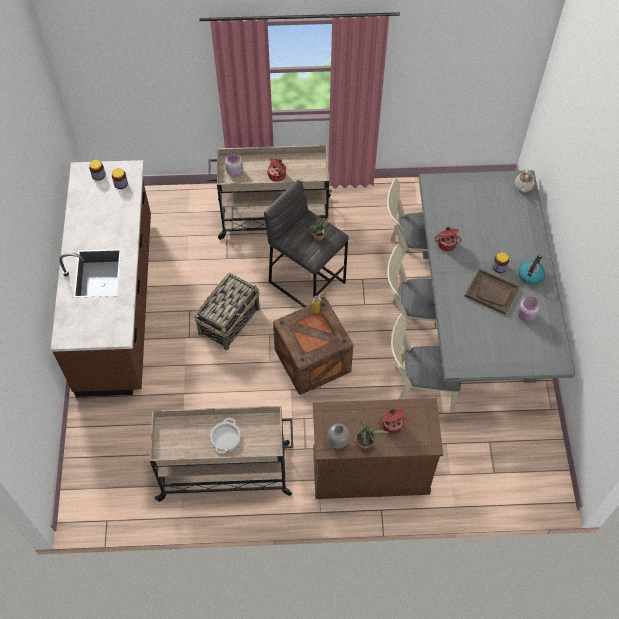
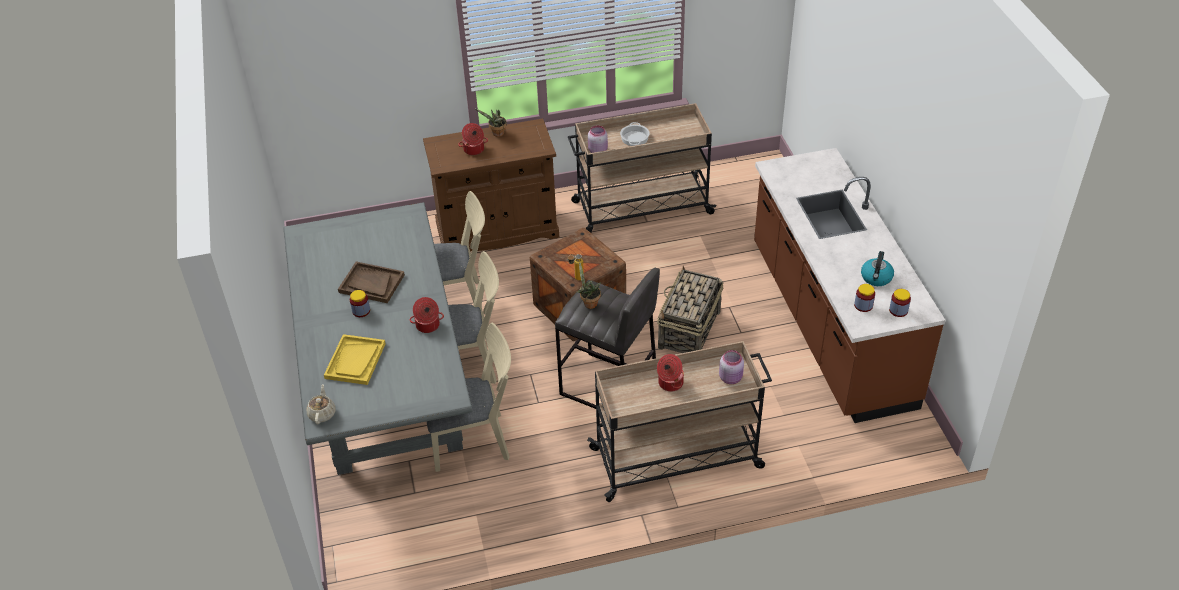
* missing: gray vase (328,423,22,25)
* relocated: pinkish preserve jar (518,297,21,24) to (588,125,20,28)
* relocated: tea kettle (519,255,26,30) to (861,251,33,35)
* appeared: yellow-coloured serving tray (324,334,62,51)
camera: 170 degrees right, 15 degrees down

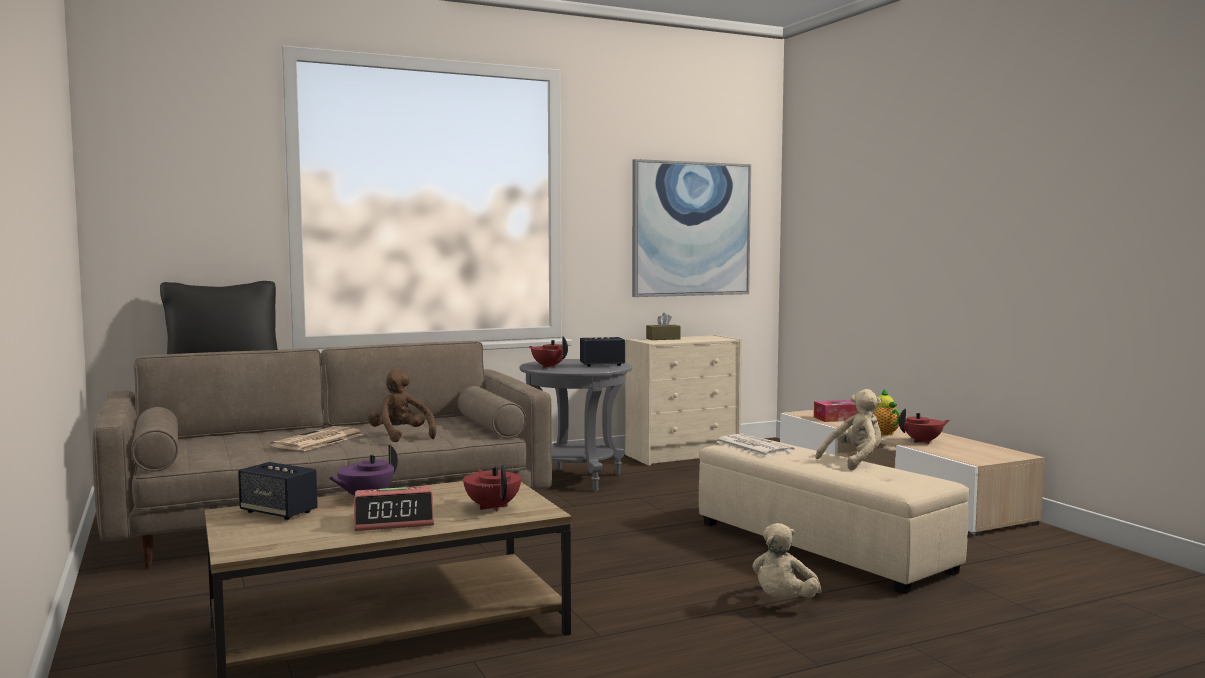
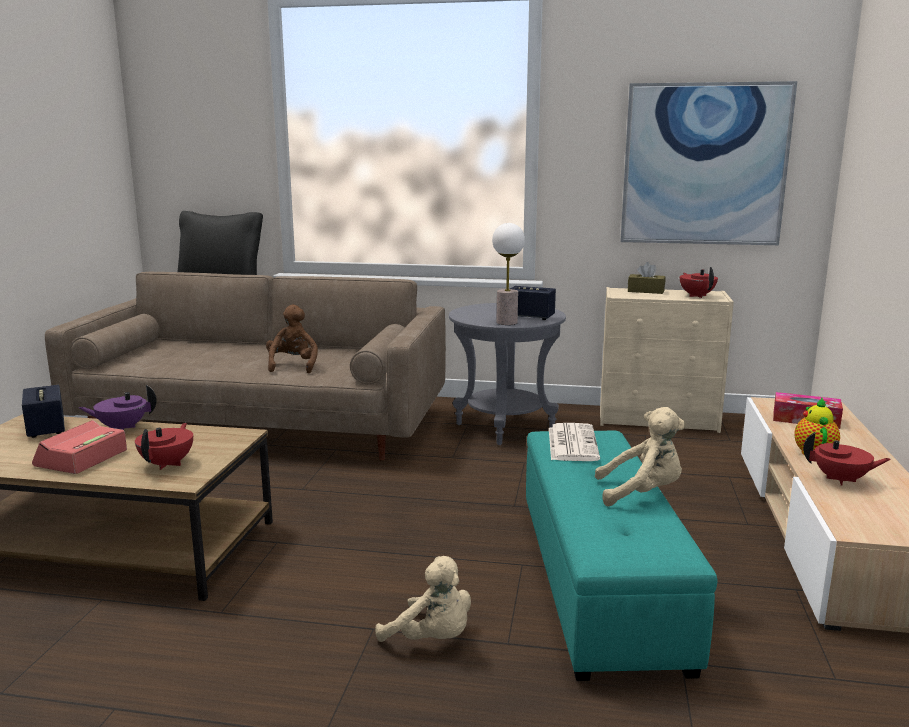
* missing: newspaper (270,426,93,25)
* spun: table clock (354,486,80,45) = (32,420,95,54) 90 degrees clockwise
* relocated: red pot for tea (529,336,39,32) to (680,267,38,31)
* colour: sand-coloured pouffe (699,438,270,156) to turquoise pouffe (526,431,191,250)
* spun: sand-coloured cuddly toy (752,523,70,75) = (375,556,96,86) 120 degrees counterclockwise
* appeared: lamp for a table (492,223,33,102)
camera: 35 degrees right, 10 degrees up

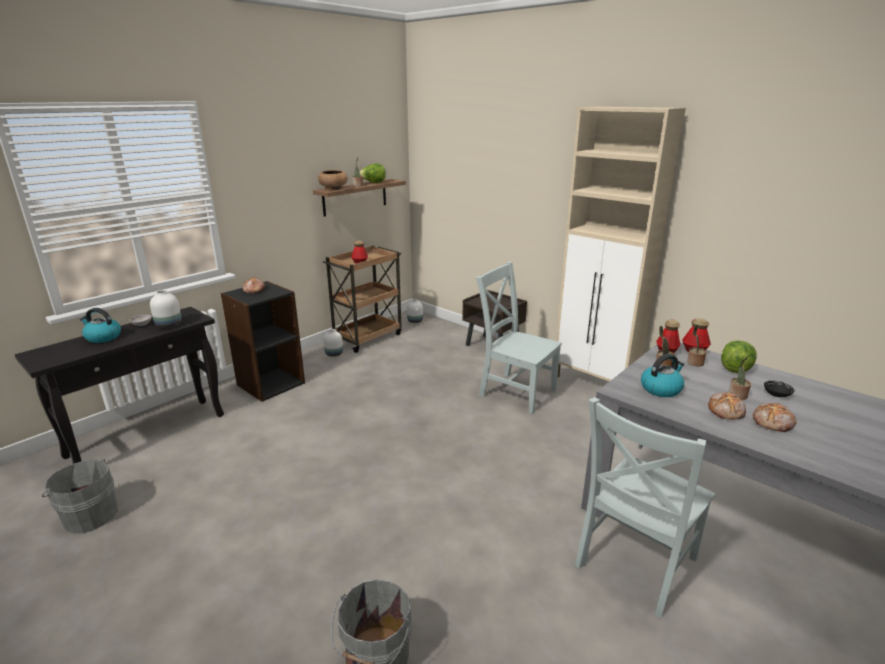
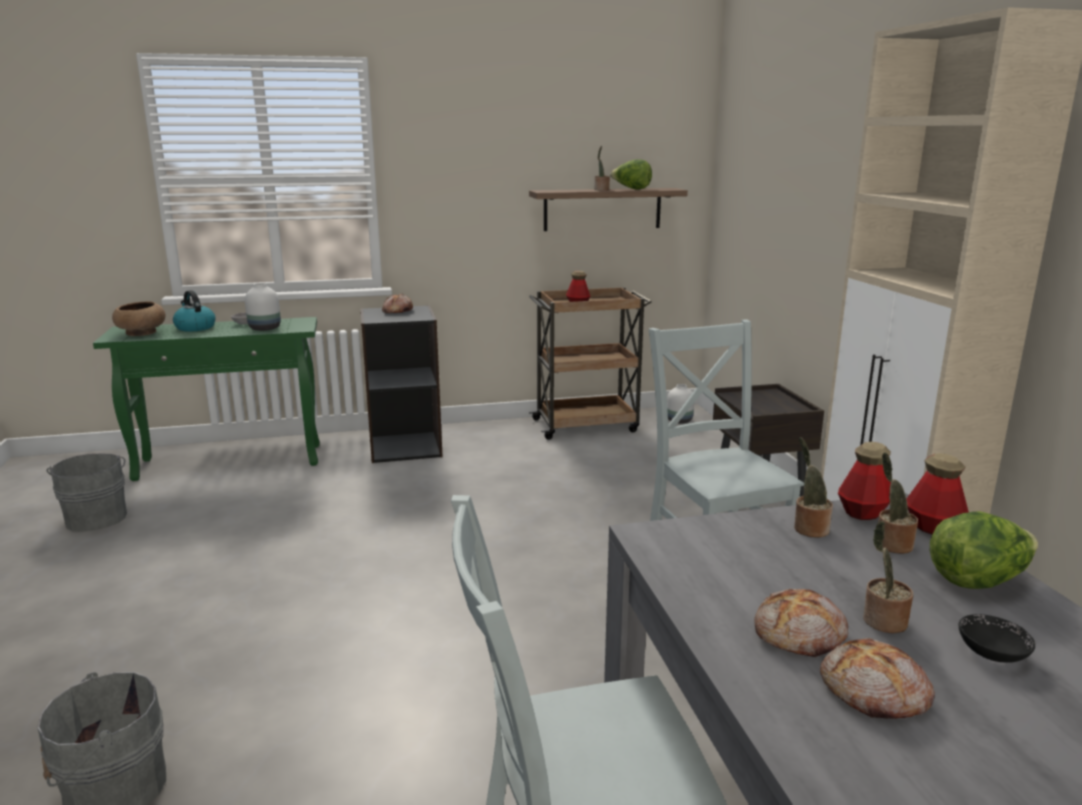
* colour: black hall table (14,307,210,157) to green hall table (93,317,227,164)
* relocated: brown-coloured deep dish (318,170,30,20) to (112,301,53,35)
* missing: white-coloured vase (323,329,20,28)
* missing: tea kettle (641,354,43,43)
camera: 35 degrees right, 5 degrees down

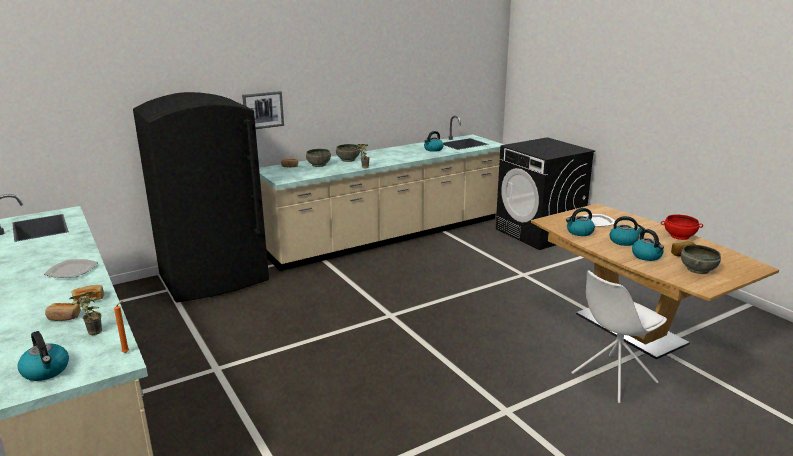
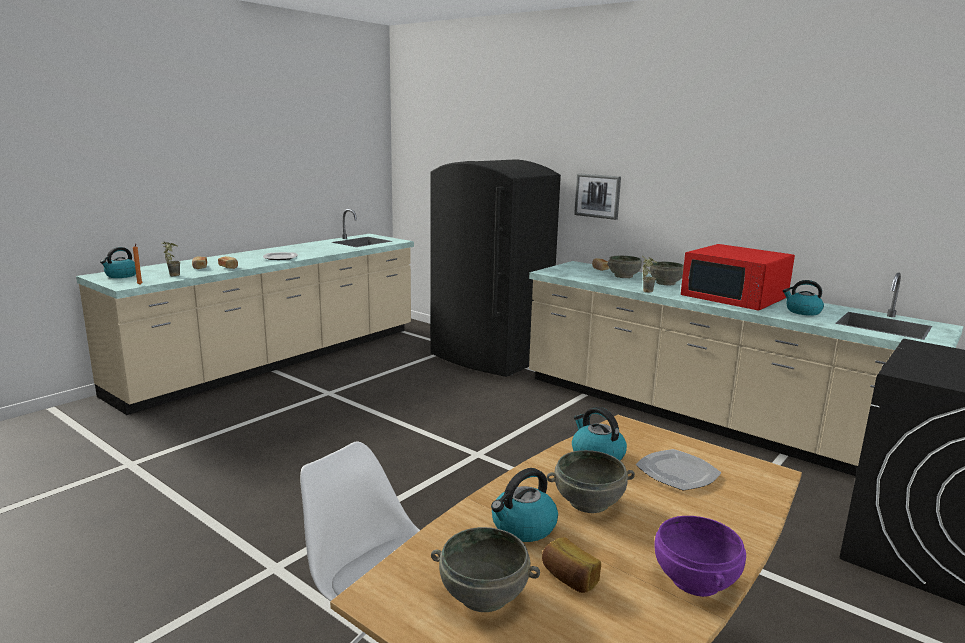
* exchanged: tea kettle (609,216,36,30) to gray deep dish (547,450,88,63)
* colour: red deep dish (661,215,42,25) to purple-coloured deep dish (654,516,92,81)
* appeared: red microwave (681,244,114,67)
camera: 70 degrees right, 5 degrees down

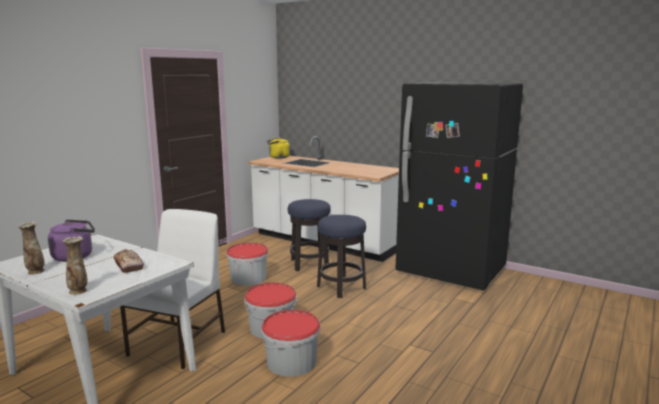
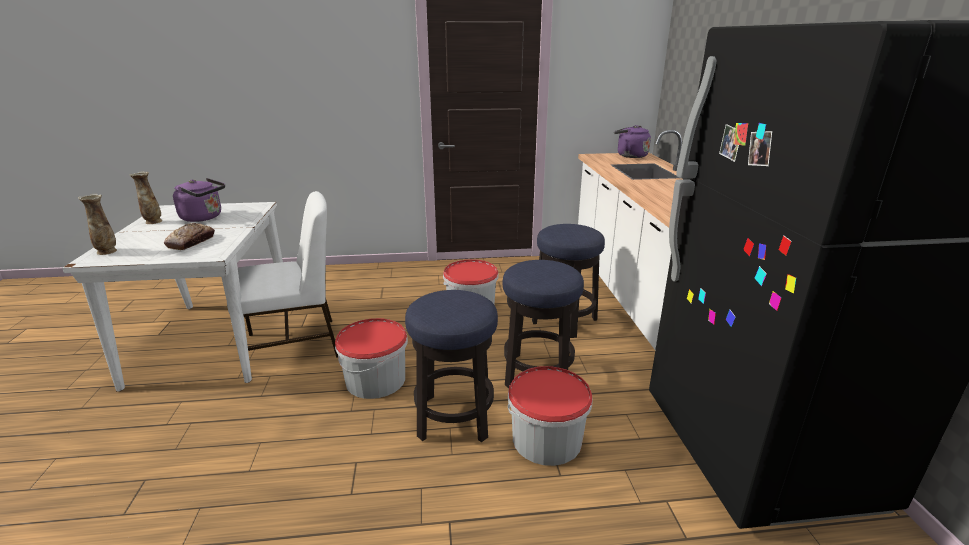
* relocated: water bucket (262,310,58,67) to (508,366,84,100)
* colour: yellow-coloured tea kettle (267,138,23,21) to purple-coloured tea kettle (614,125,37,33)
* appeared: stool (405,290,93,152)
camera: 50 degrees right, 10 degrees up

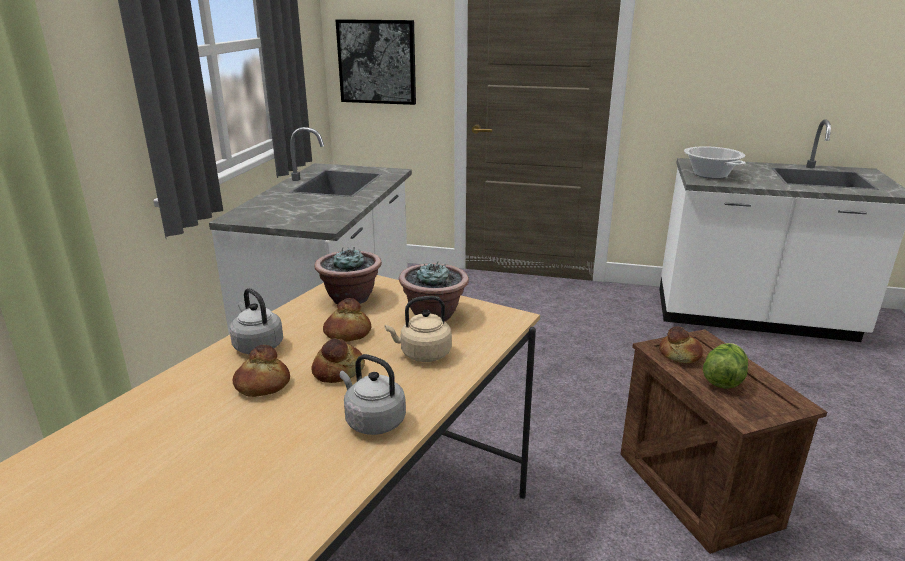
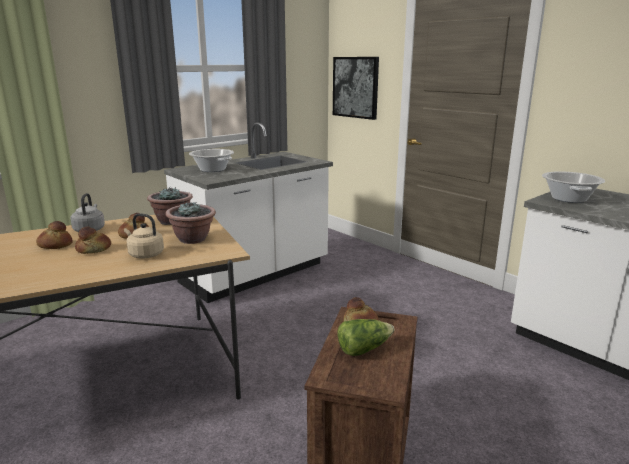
* missing: gray tea kettle (339,354,67,81)
* appeared: stockpot (189,149,45,23)
camera: 35 degrees right, 5 degrees down

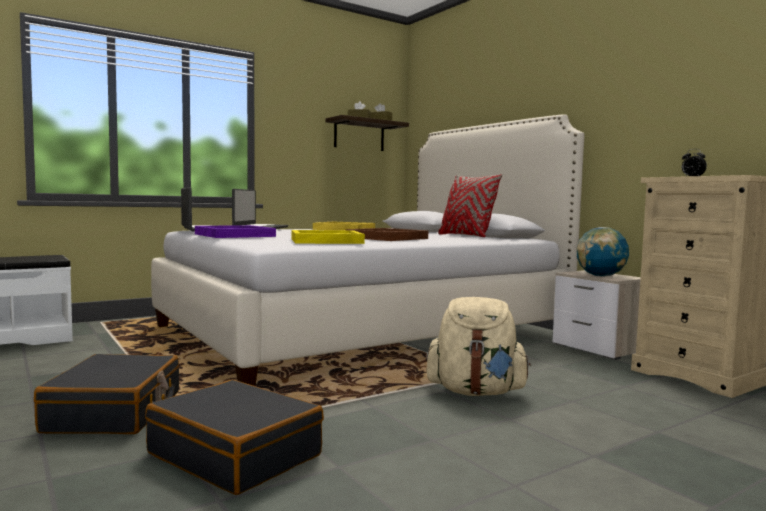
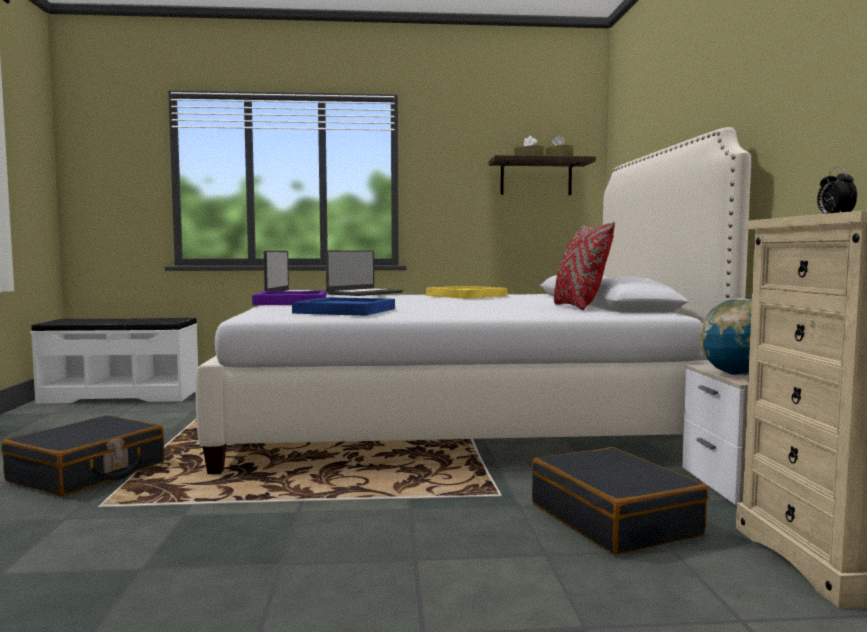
* relocated: black suitcase (145,380,179,115) to (532,447,177,107)
* colour: yellow-coloured serving tray (291,230,74,14) to bluish serving tray (292,297,103,19)
* missing: brown-coloured serving tray (345,228,83,13)
* missing: sand-coloured backpack (426,297,105,99)
camera: 30 degrees right, 0 degrees up

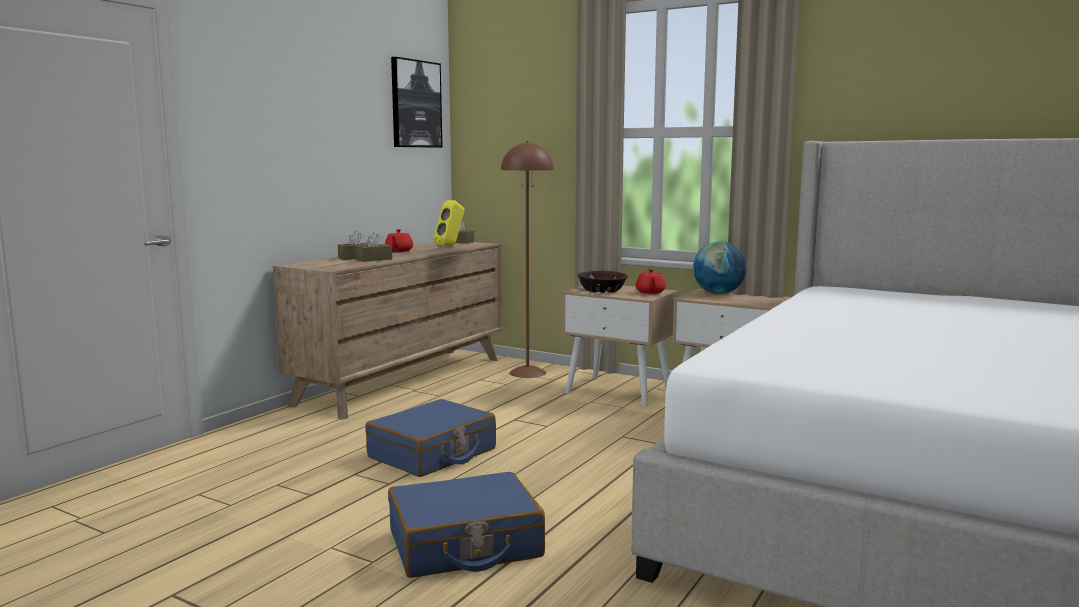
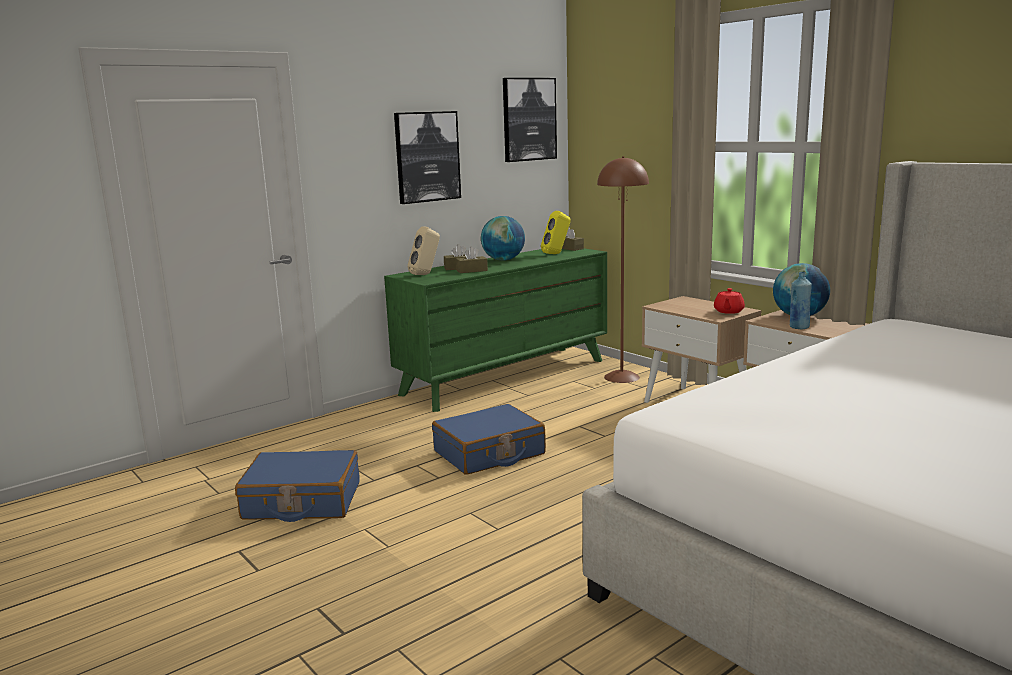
* colour: brown-coloured dresser (273,242,229,178) to green dresser (384,248,223,164)
* exchanged: red pot for tea (385,229,28,23) to globe (481,216,44,45)
* relocated: bluish suitcase (388,472,157,106) to (235,450,125,72)
* missing: deep dish (577,271,51,22)
* appeared: picture (394,111,67,93)
* appeared: sand-coloured audio speaker (407,226,33,49)
* appeared: bluish drink bottle (790,272,22,57)
camera: 20 degrees right, 5 degrees up

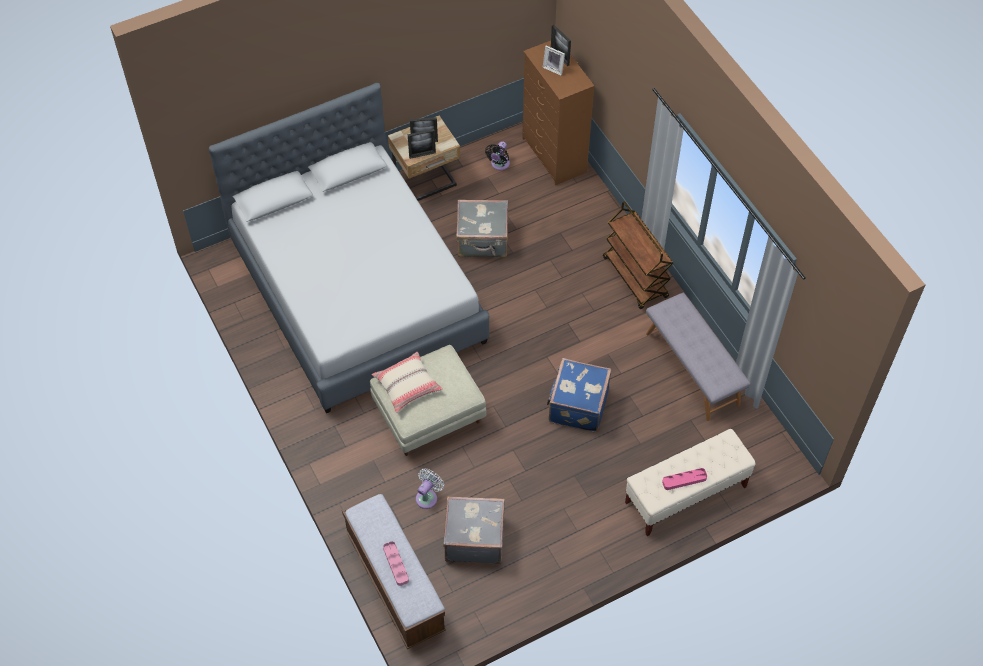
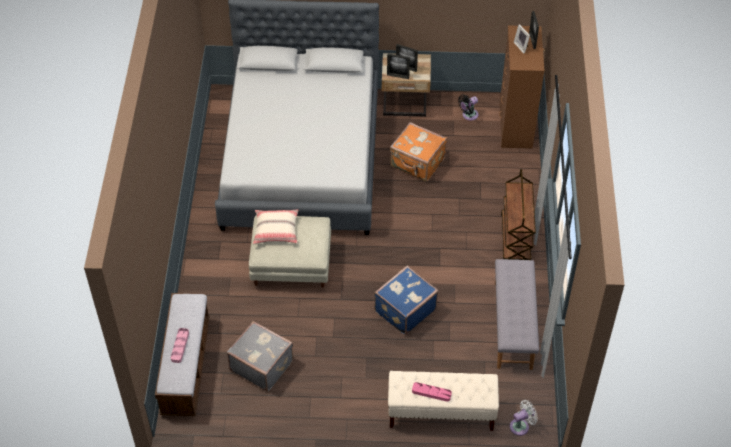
* relocated: white-coloured cooling fan (416,468,28,41) to (510,400,28,36)
* colour: gray suitcase (456,200,52,57) to orange-coloured suitcase (390,122,57,60)
camera: 30 degrees right, 5 degrees down

